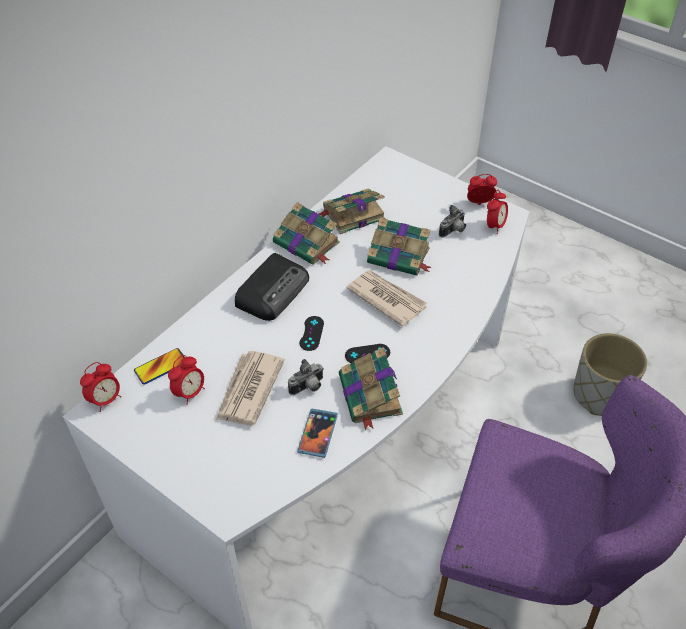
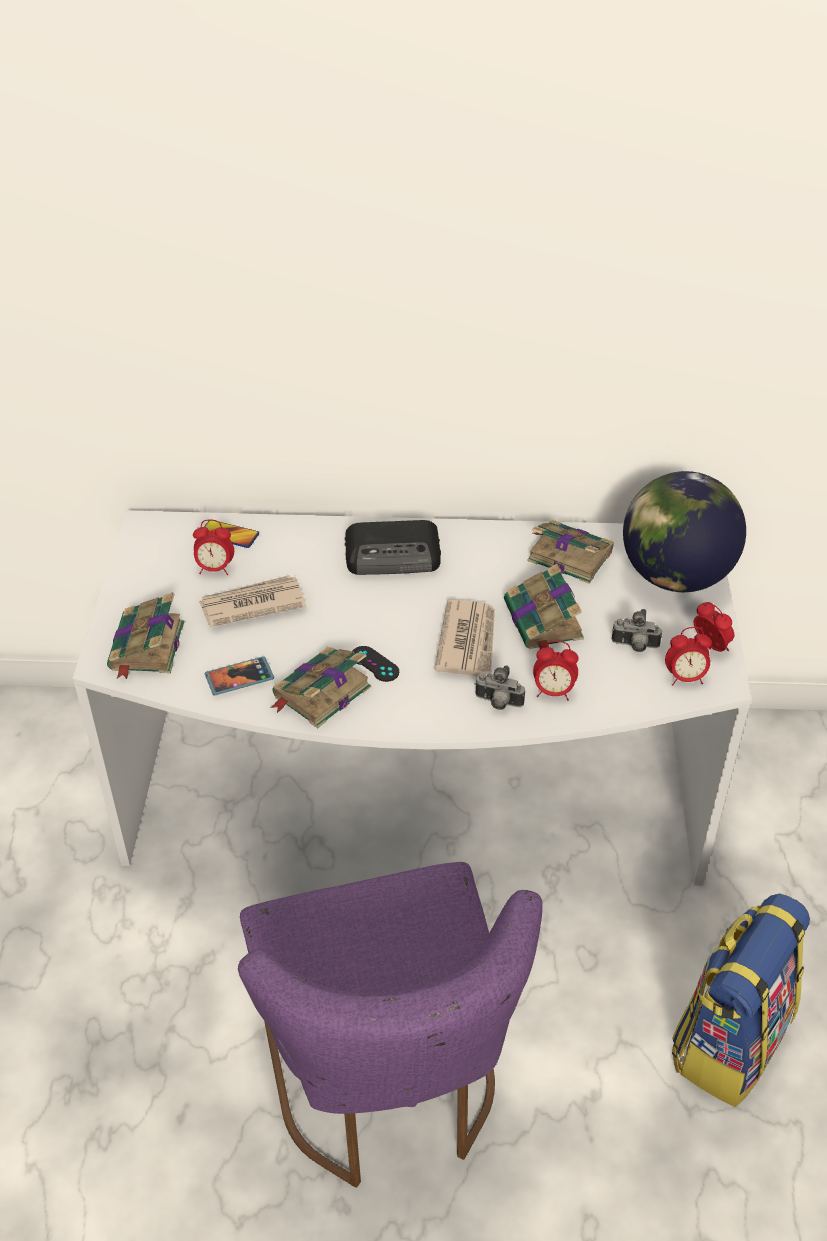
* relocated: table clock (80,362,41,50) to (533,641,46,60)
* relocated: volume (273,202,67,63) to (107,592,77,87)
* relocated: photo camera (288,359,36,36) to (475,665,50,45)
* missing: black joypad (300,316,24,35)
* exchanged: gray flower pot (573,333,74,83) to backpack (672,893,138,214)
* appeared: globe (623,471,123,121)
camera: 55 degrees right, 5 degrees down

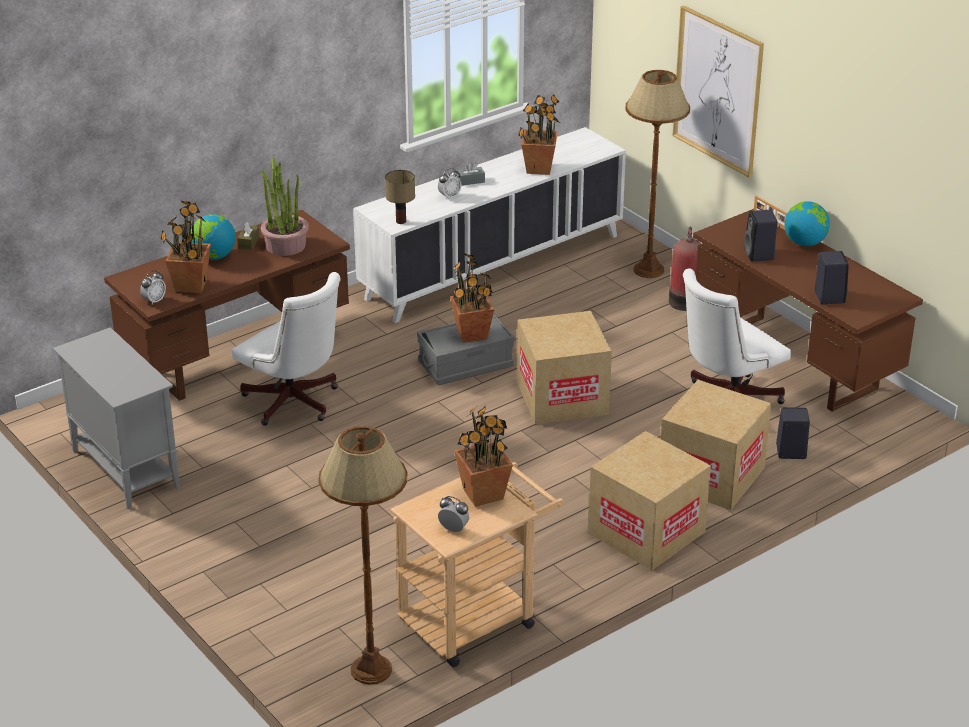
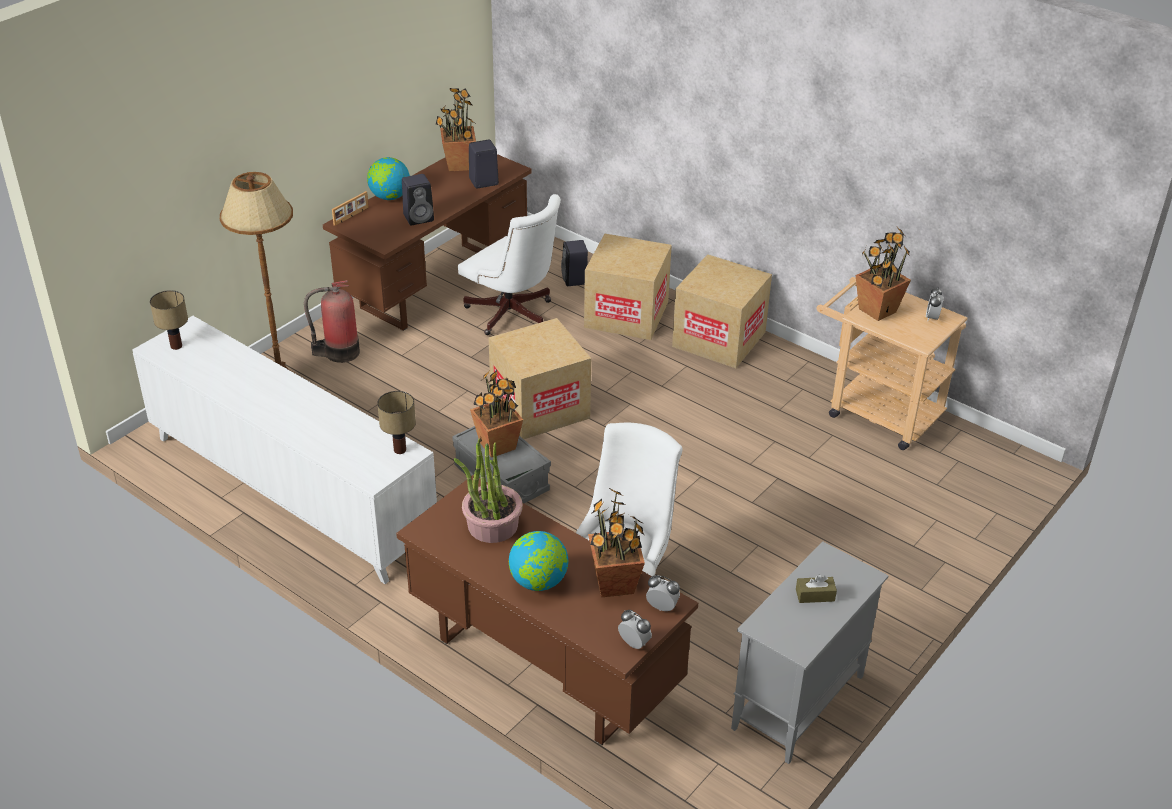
* relocated: brown-coloured tissue box (237,222,22,28) to (796,575,41,28)
* missing: brown-coloured standing lamp (318,426,90,258)
* relocated: table clock (438,168,24,32) to (618,610,34,39)
* missing: gray tissue box (457,162,28,24)
* relocated: potted plant (518,95,42,80) to (436,88,40,83)
* missing: picture (673,5,91,172)
* appeared: lamp for a table (150,290,38,60)
camera: 105 degrees left, 5 degrees up

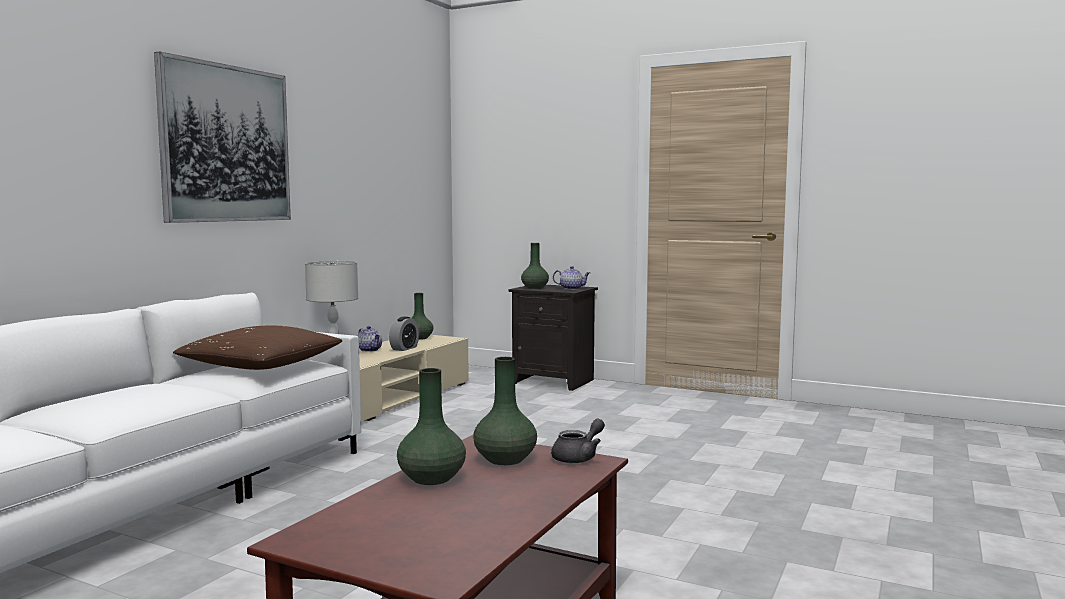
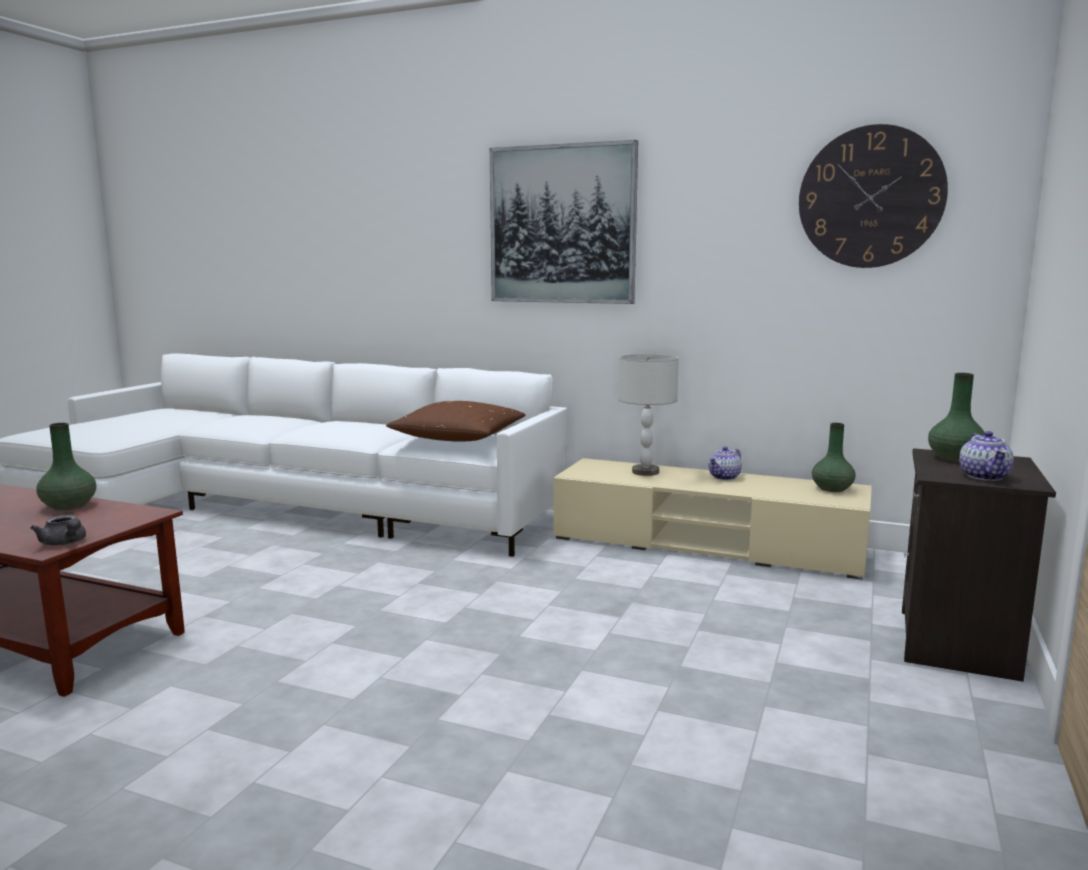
* missing: table clock (389,317,30,34)
* missing: green vase (473,357,64,108)
* appeared: hanging clock (799,124,149,144)
camera: 85 degrees right, 5 degrees up

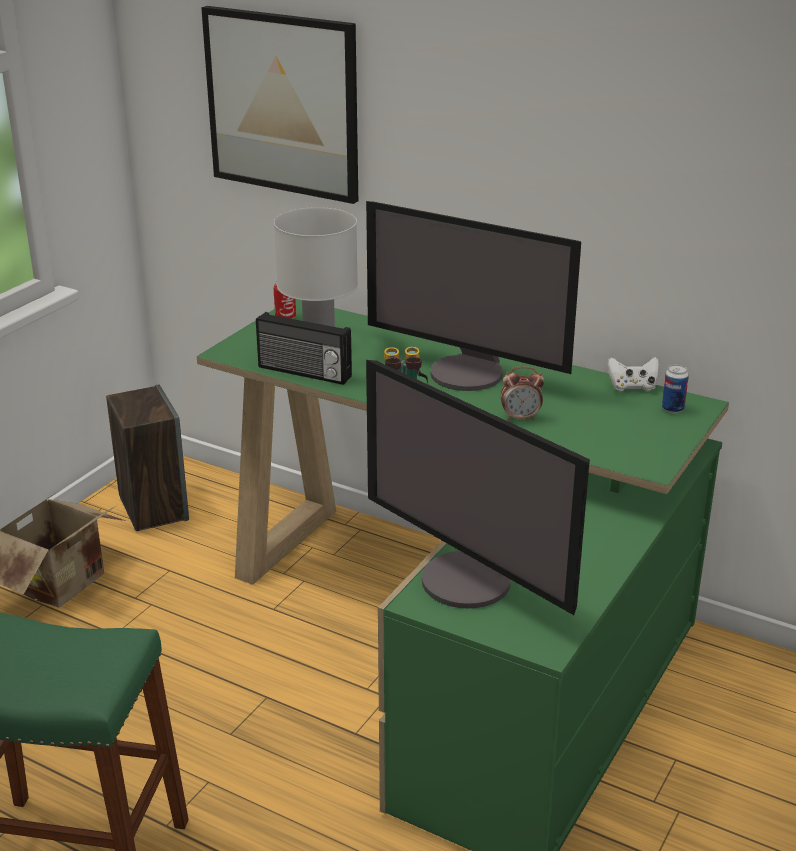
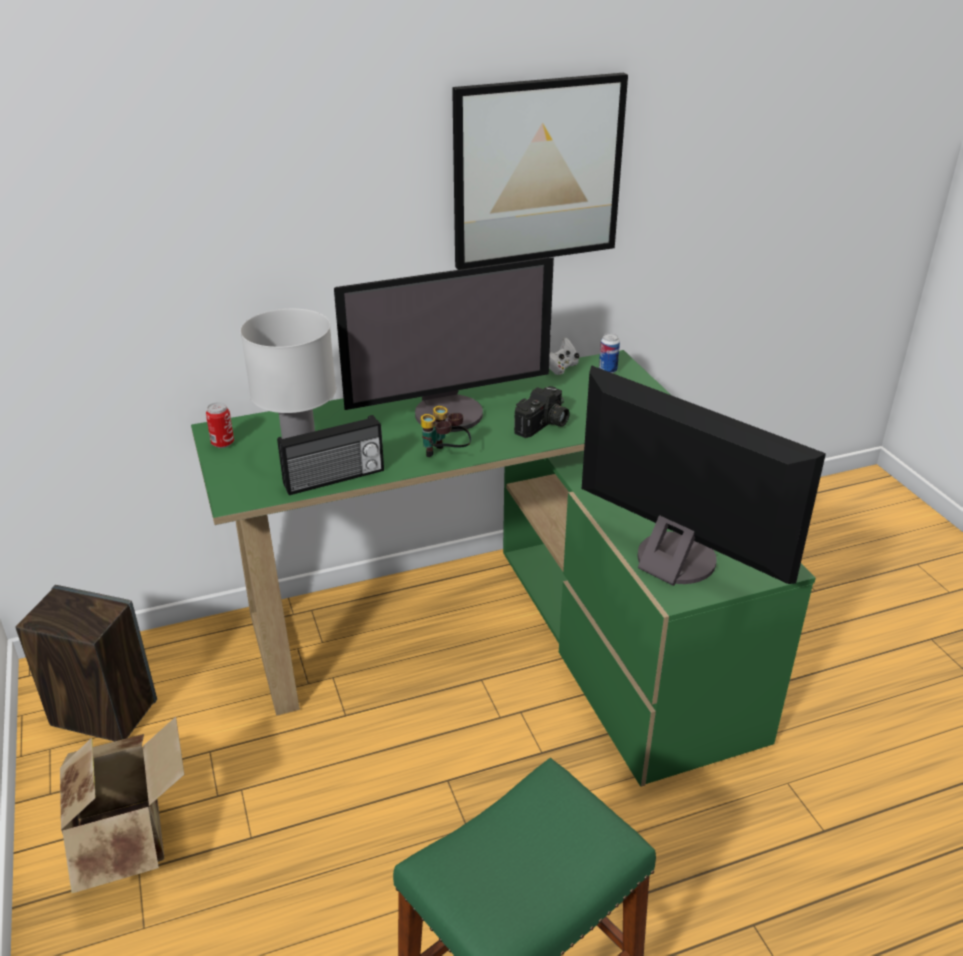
* relocated: picture (201,6,157,198) to (452,73,176,197)
* spun: monitor (366,360,224,255) = (582,365,244,221) 135 degrees counterclockwise
* exchanged: table clock (501,366,43,55) to photo camera (514,386,56,52)
camera: 50 degrees left, 5 degrees up

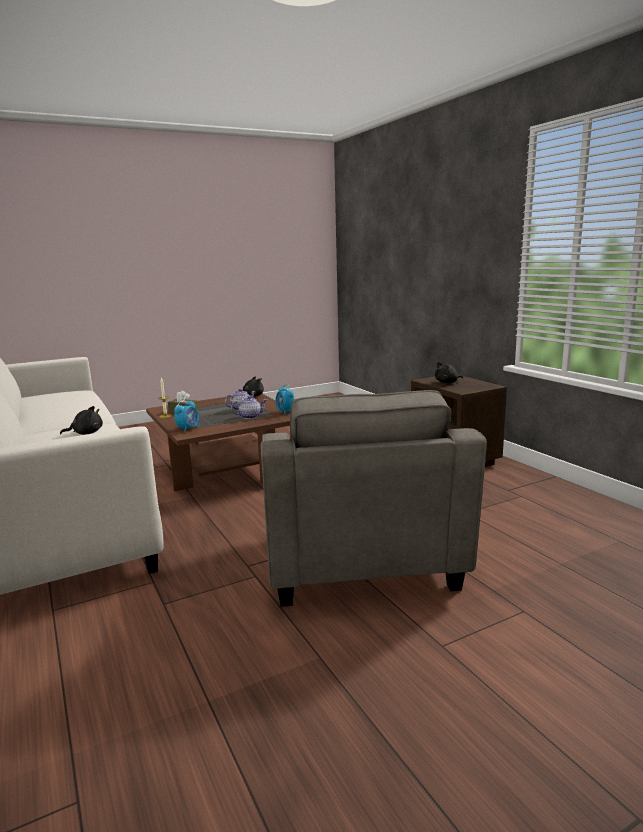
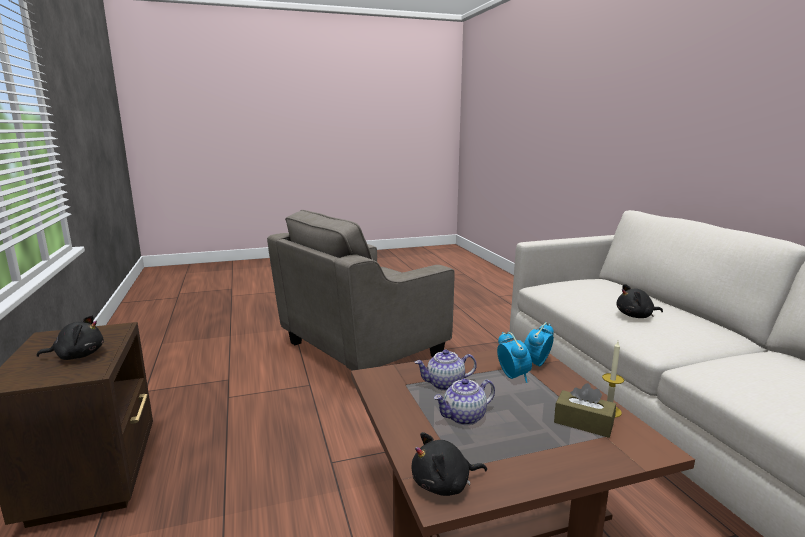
* spun: gray lounge chair (261,390,226,217) = (267,210,188,161) 135 degrees counterclockwise
* relocated: table clock (275,384,19,31) to (497,332,35,51)
camera: 170 degrees left, 0 degrees up

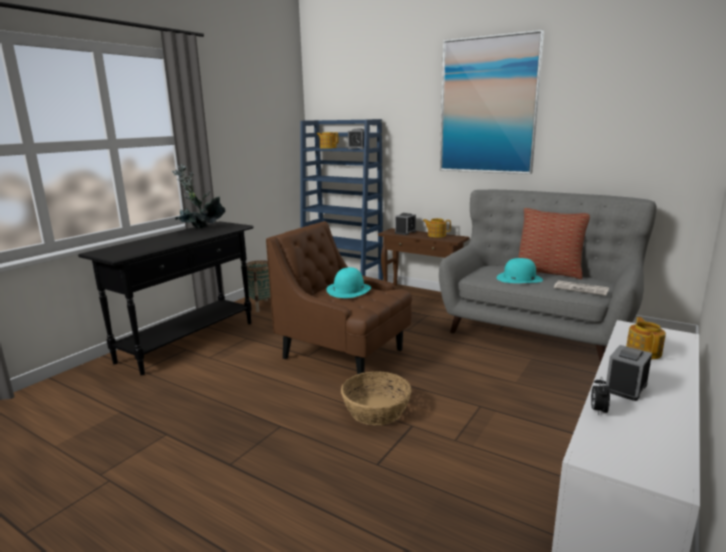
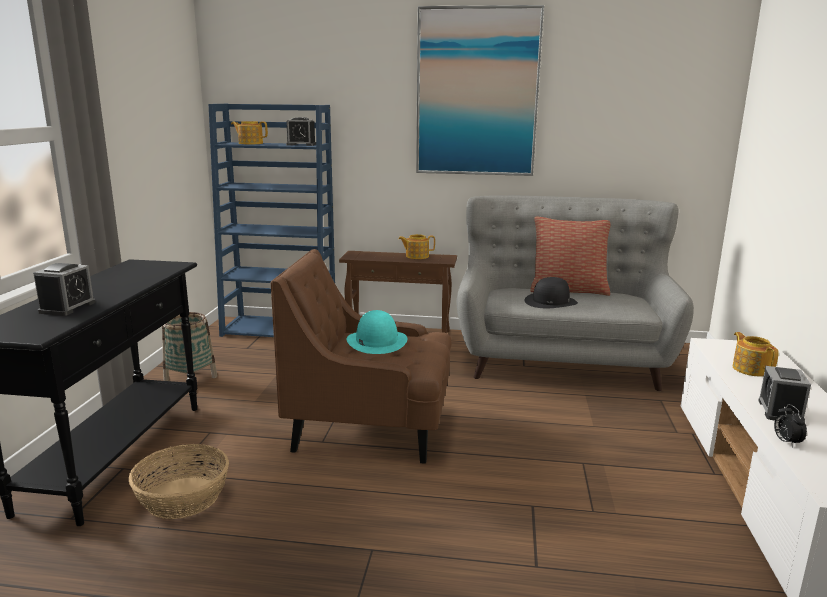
* missing: potted plant (172,164,53,64)
* relocated: household basket (341,371,71,54) to (129,444,100,75)
* relocated: table clock (395,213,21,22) to (33,263,63,53)
* colour: turquoise hat (497,258,46,25) to black hat (524,277,54,31)
* missing: newspaper (554,280,55,16)
camera: 25 degrees left, 0 degrees up

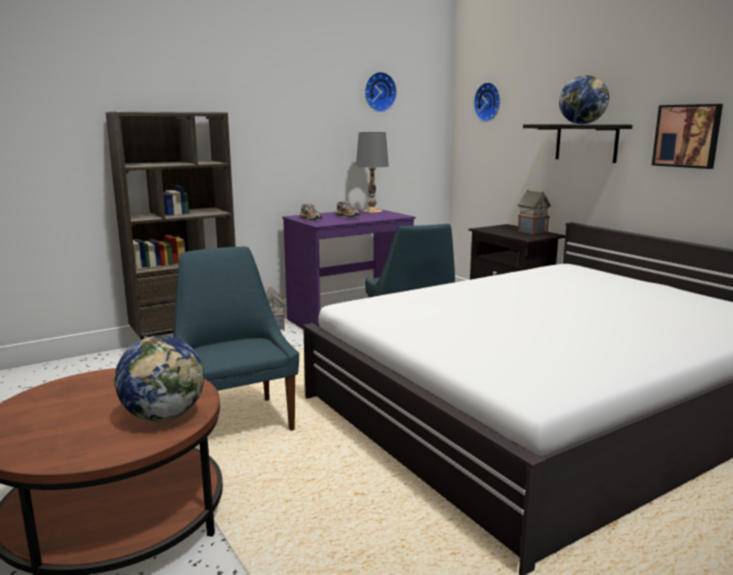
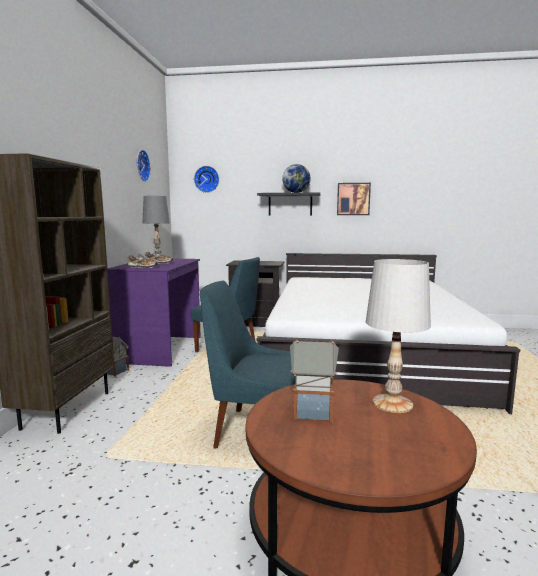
* exchanged: globe (114,335,90,87) to white-coloured lamp for a table (366,259,65,154)
* relocated: miniature house (518,190,33,45) to (290,339,49,83)
camera: 50 degrees left, 5 degrees down

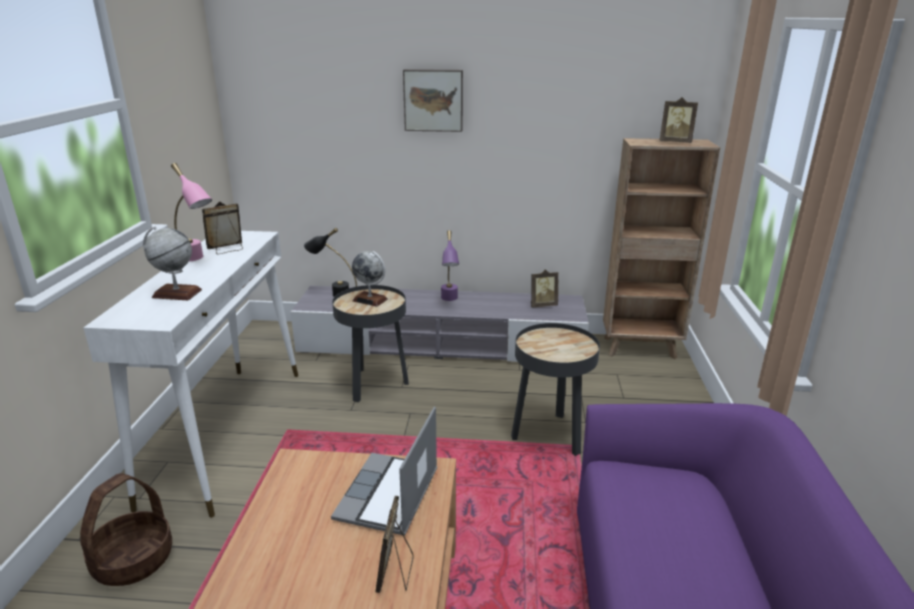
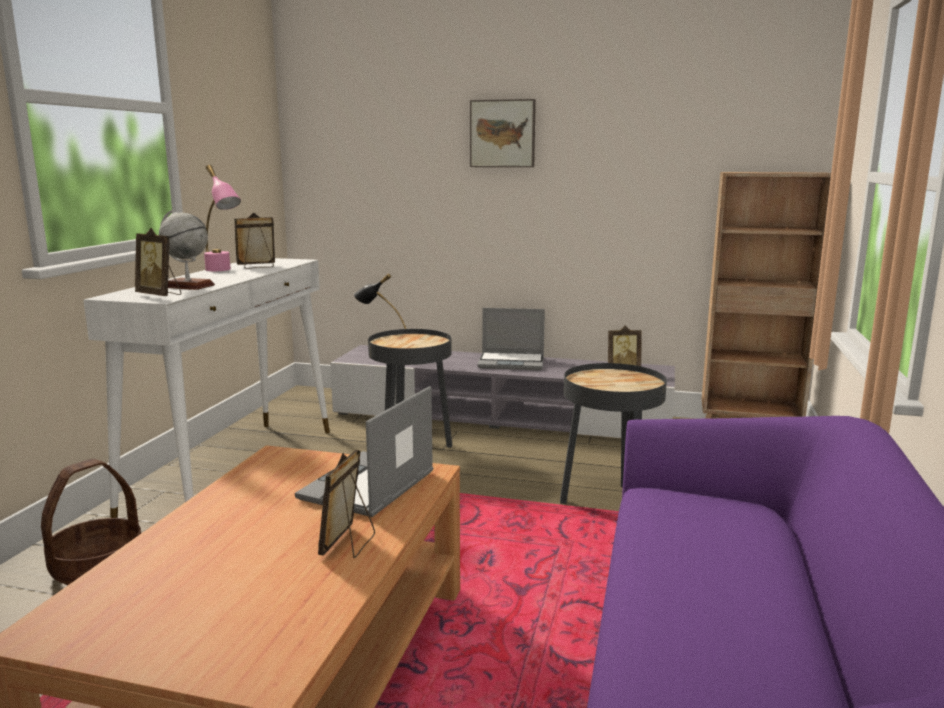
* missing: globe (352,251,36,56)
* exchanged: purple-coloured lamp for a table (441,230,18,71) to portable computer (477,308,68,62)
* relocated: standing frame (660,97,38,46) to (135,228,46,68)
camera: 10 degrees right, 10 degrees down

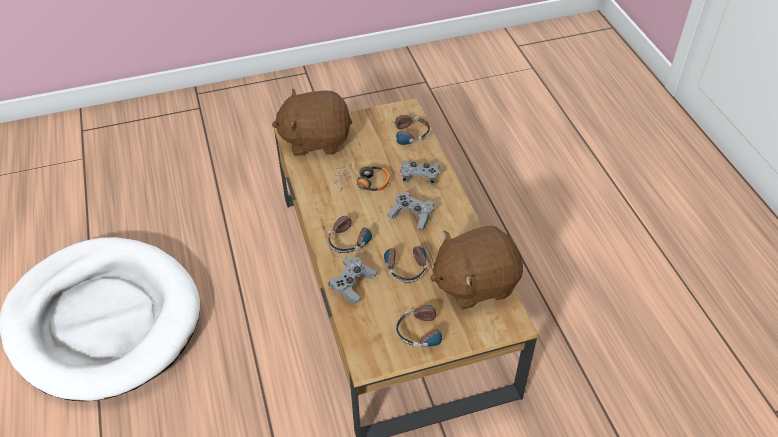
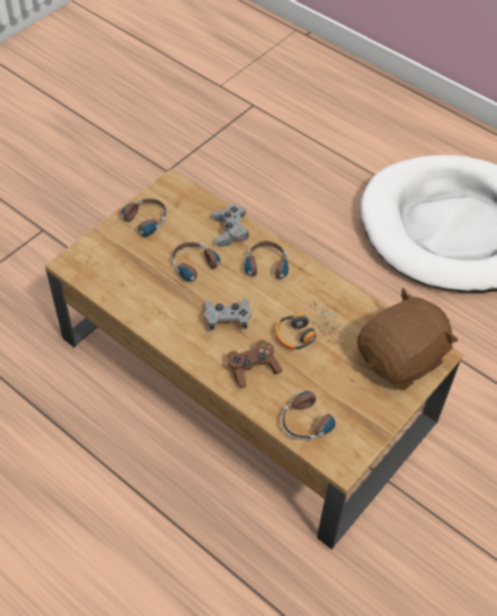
* colour: gray joypad (400,160,40,25) to brown-coloured joypad (228,340,54,48)
* missing: brown-coloured cuddly toy (430,225,93,85)
camera: 145 degrees right, 5 degrees up

